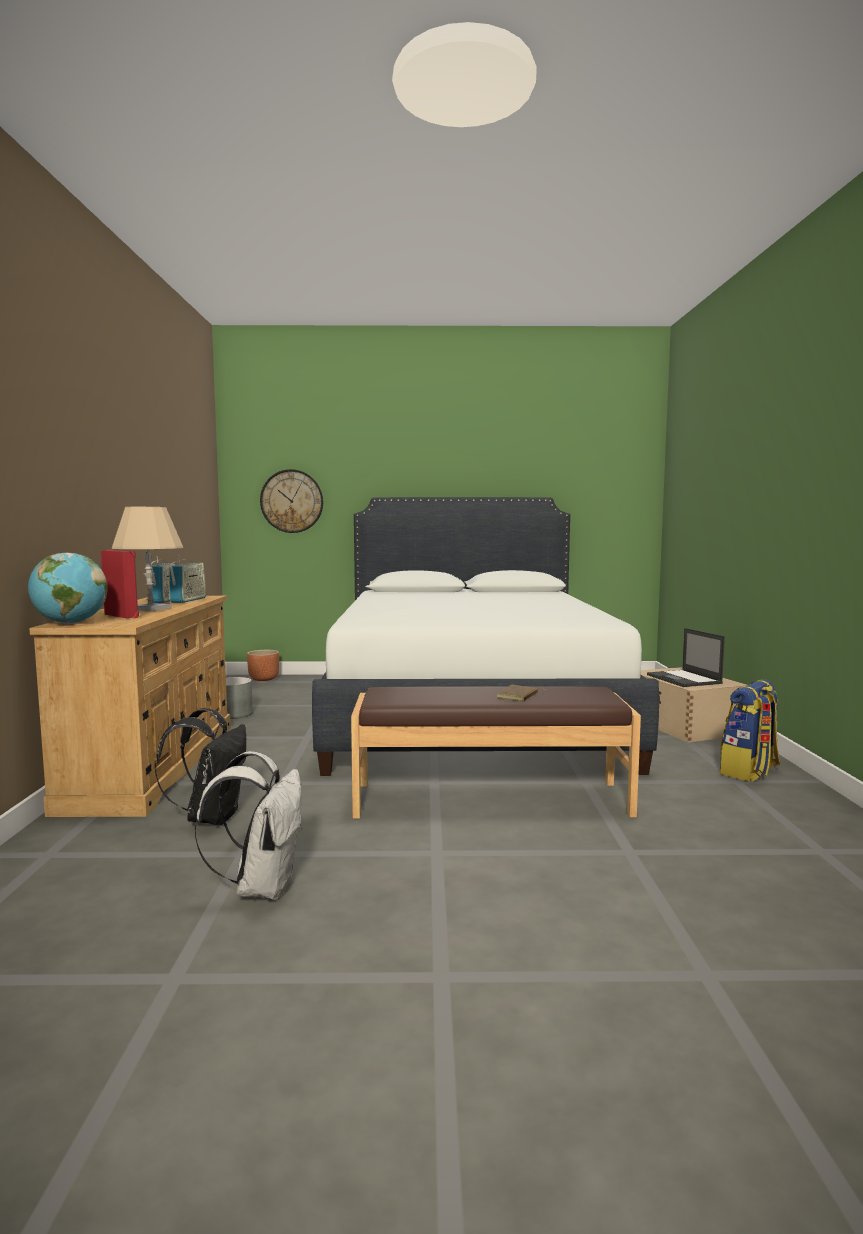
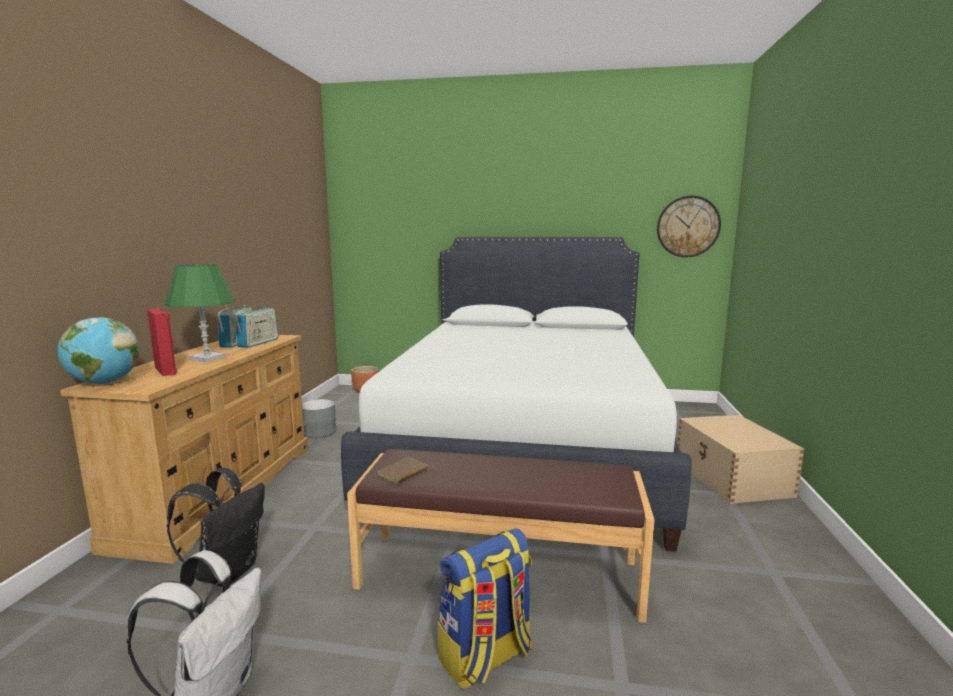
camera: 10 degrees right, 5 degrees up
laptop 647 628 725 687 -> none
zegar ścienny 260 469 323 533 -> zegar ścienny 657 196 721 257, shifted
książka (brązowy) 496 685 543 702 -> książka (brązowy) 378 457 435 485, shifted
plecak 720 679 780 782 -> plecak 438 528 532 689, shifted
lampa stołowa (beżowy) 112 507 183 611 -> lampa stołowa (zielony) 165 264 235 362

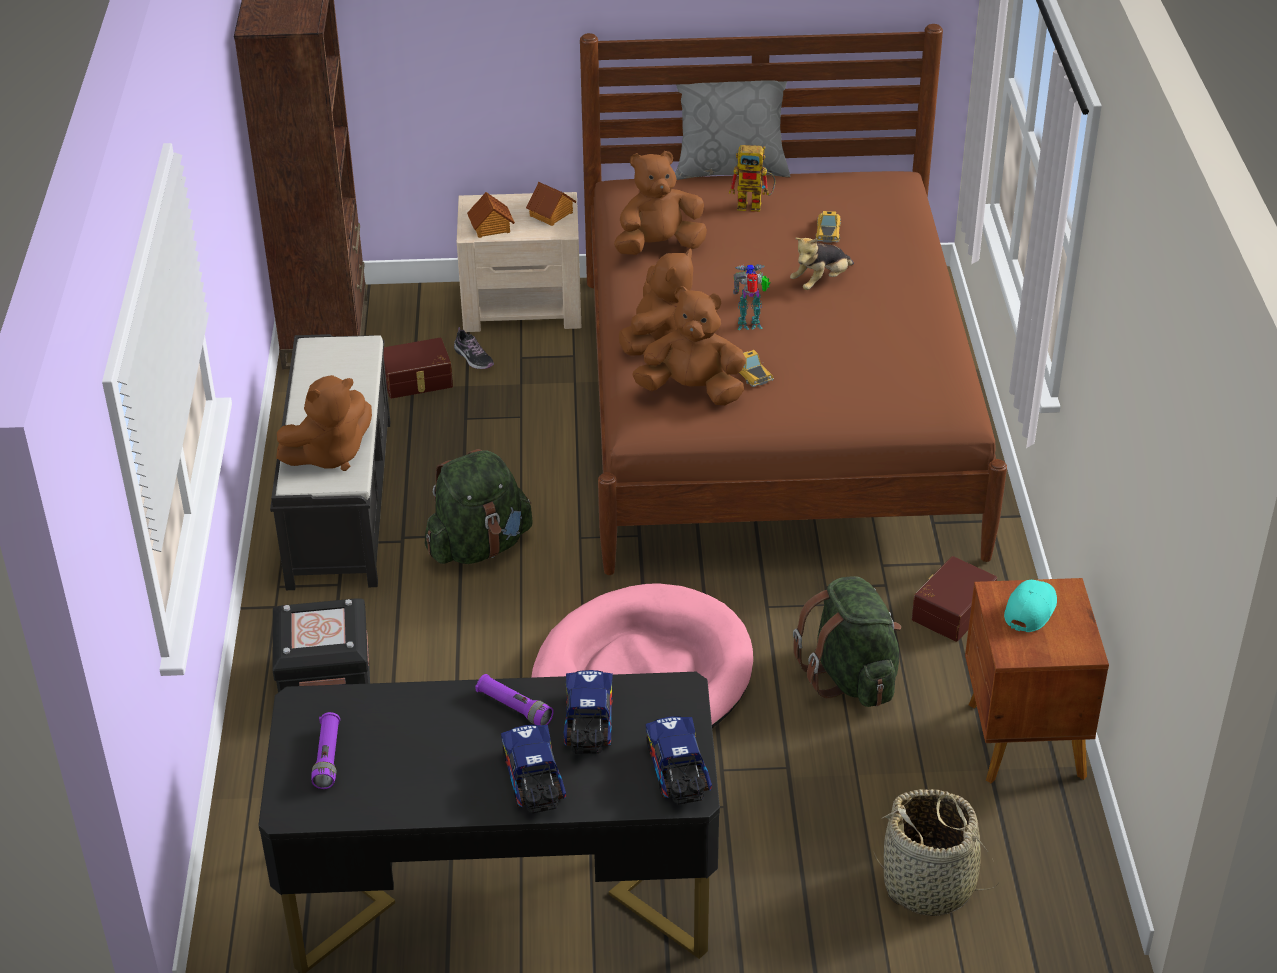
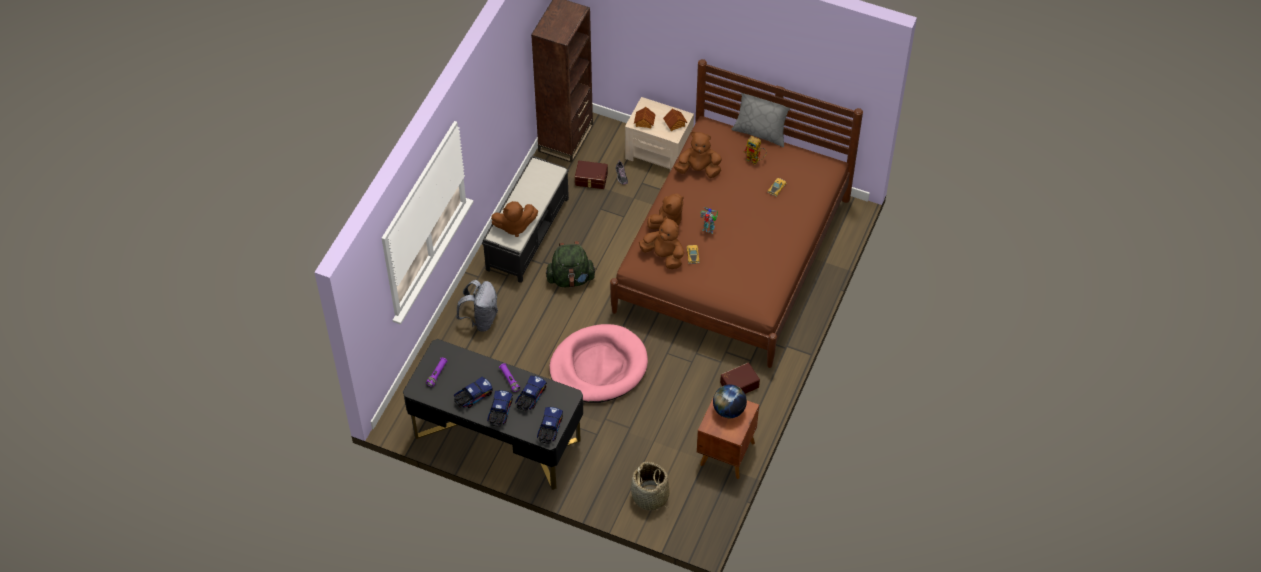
camera: 25 degrees right, 15 degrees up
pluszak 790 238 854 290 -> none
plecak (zielony) 793 576 901 707 -> none
none -> ciężarówka zabawkowa 454 377 493 408
pojemnik do przechowywania (czarny) 273 599 370 692 -> plecak (szary) 456 280 498 332
czapka z daszkiem (turkusowy) 1004 580 1057 632 -> globus 713 385 747 418

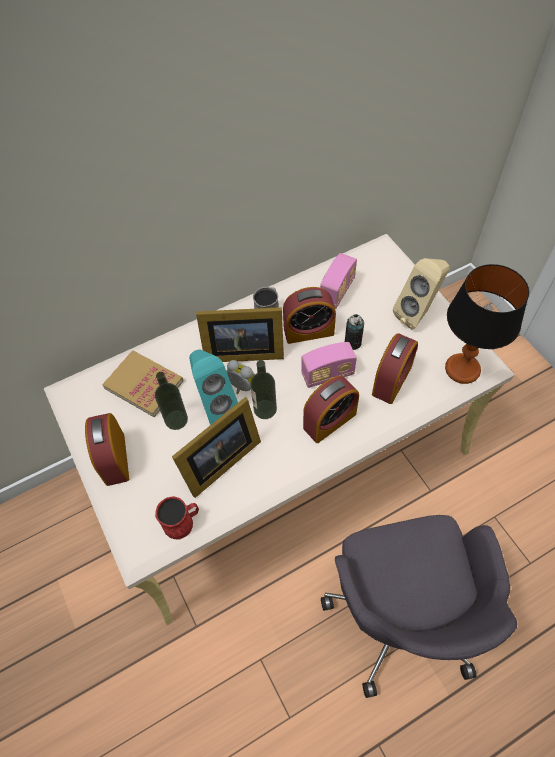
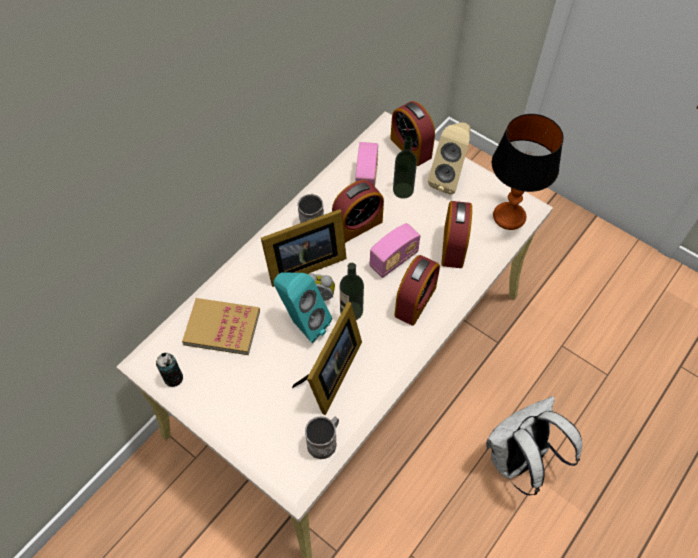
camera: 25 degrees left, 0 degrees up
budzik 85 413 129 486 -> budzik 390 101 435 166, shifted
butelka 155 372 188 430 -> butelka 393 136 417 199, shifted
puszka 345 314 364 350 -> puszka 156 353 183 387, shifted
krzesło biurowe (szary) 321 515 517 698 -> plecak (biały) 486 396 582 495
kubek (czerwony) 155 496 199 540 -> kubek (szary) 305 416 339 459

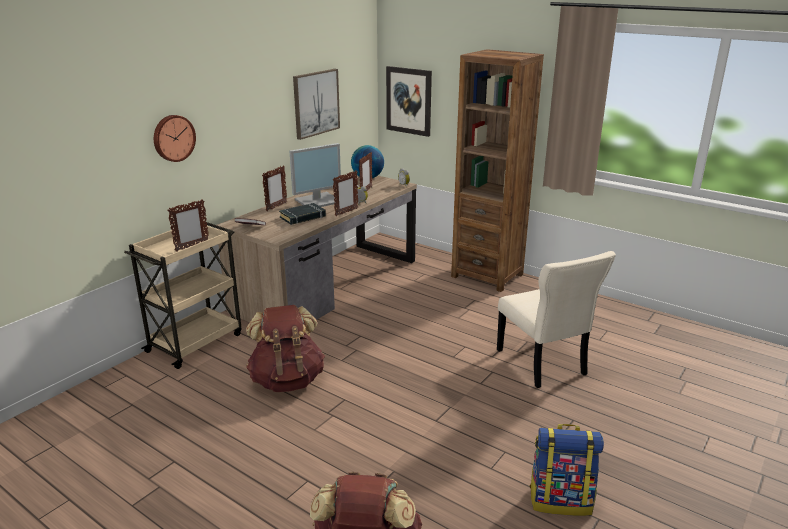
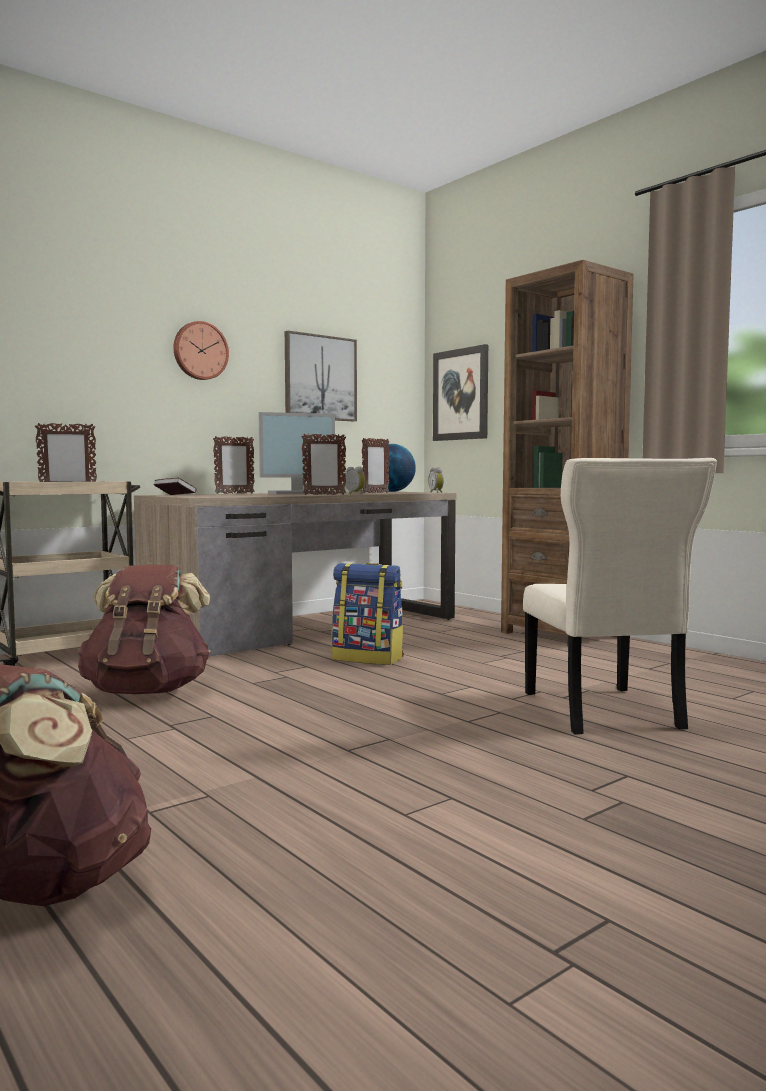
camera: 15 degrees right, 20 degrees down
książka (czarny) 279 203 326 225 -> none
zegar ścienny 154 115 196 162 -> zegar ścienny 173 321 229 380, shifted
plecak 529 424 604 516 -> plecak 332 563 404 665, shifted

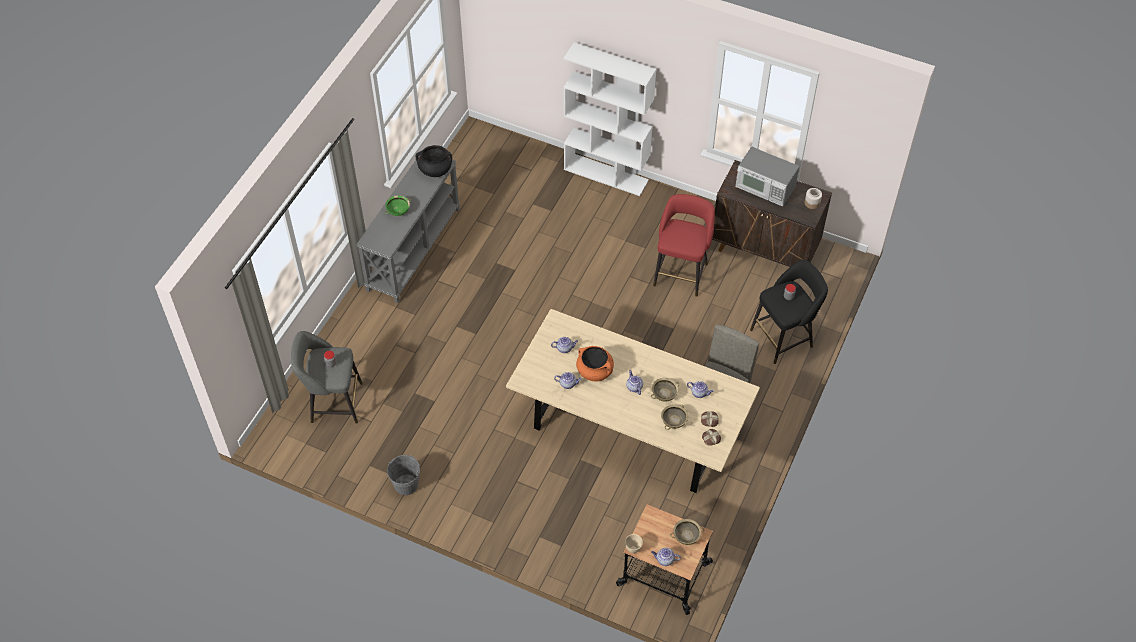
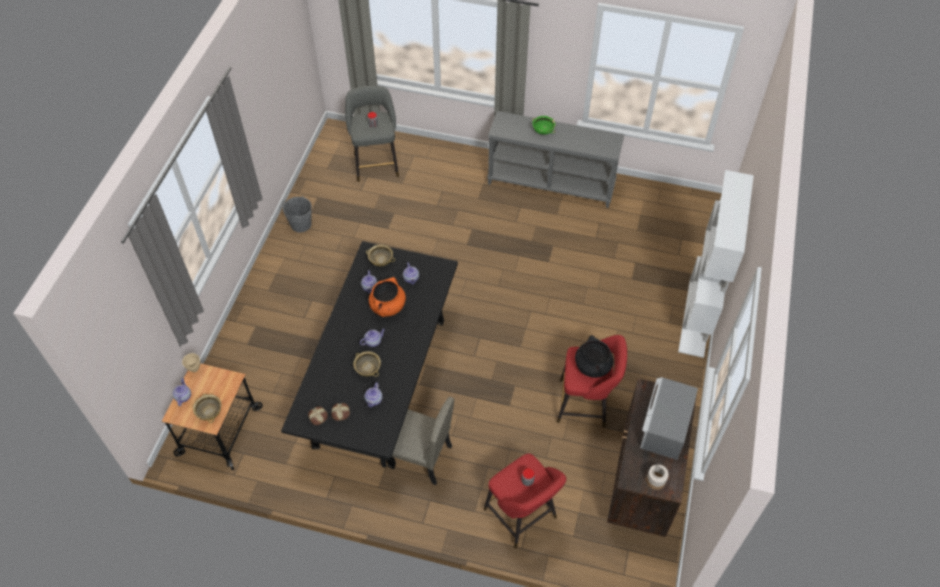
camera: 80 degrees right, 0 degrees up
garnek (czarny) 416 145 452 177 -> garnek (czarny) 575 335 613 378, shifted
miska (beżowy) 661 404 688 430 -> miska (beżowy) 366 245 395 266, shifted
stół jadalny (beżowy) 506 309 760 493 -> stół jadalny (czarny) 281 241 458 469
stołek (czarny) 750 260 828 364 -> stołek (czerwony) 484 453 566 548

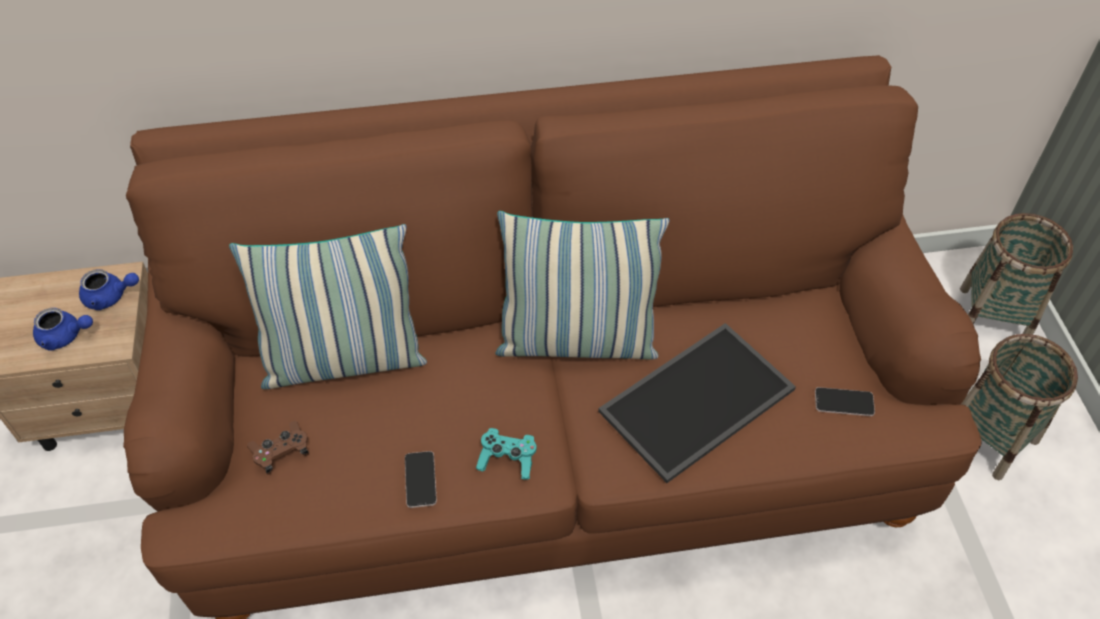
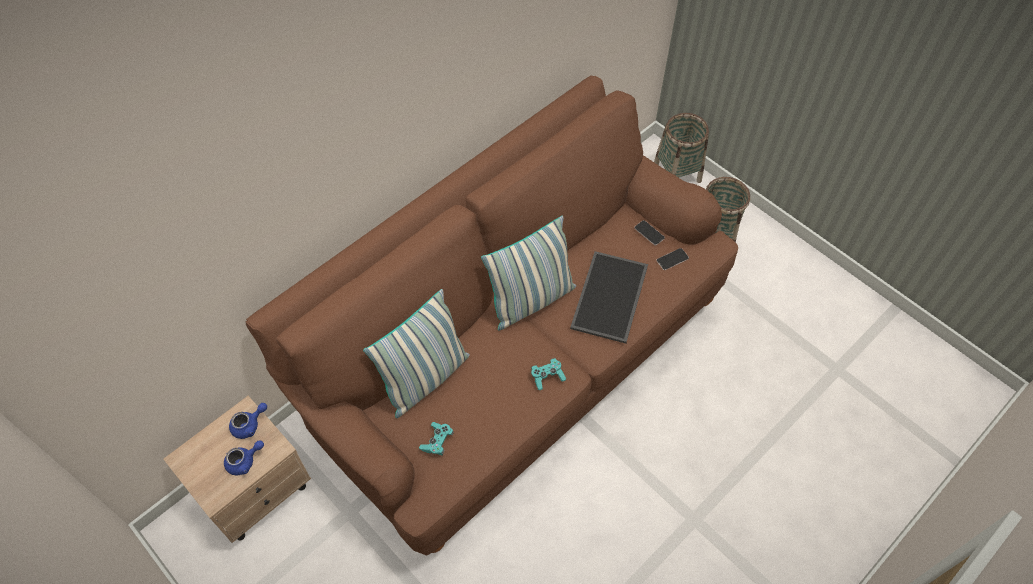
camera: 35 degrees left, 5 degrees up
telefon 405 451 437 508 -> telefon 634 220 665 245, shifted
pad do gier (brązowy) 247 421 309 475 -> pad do gier (turkusowy) 419 422 454 456

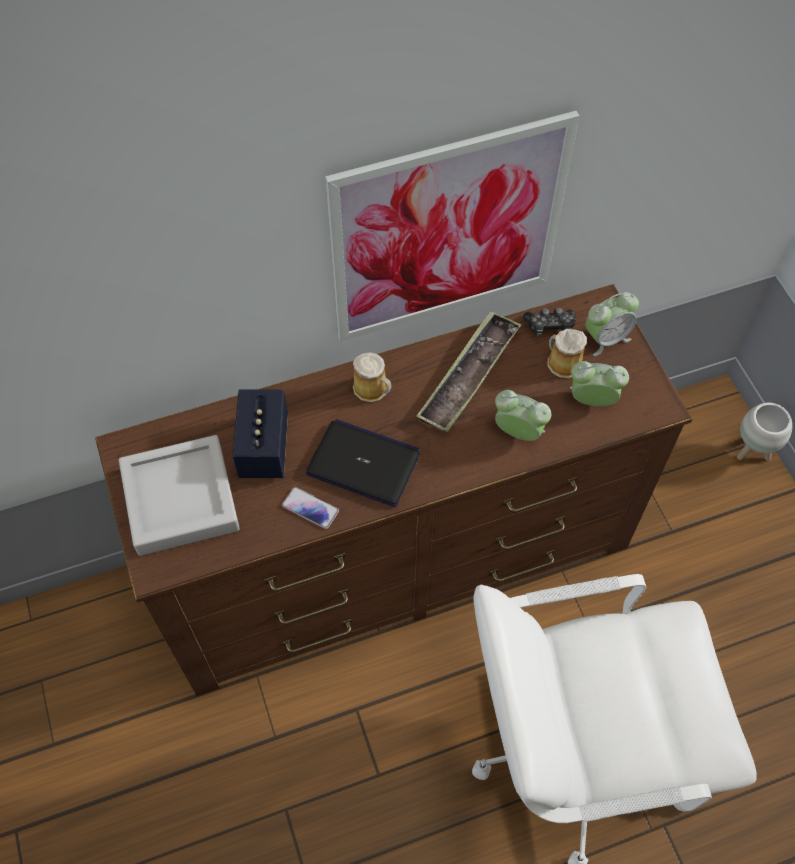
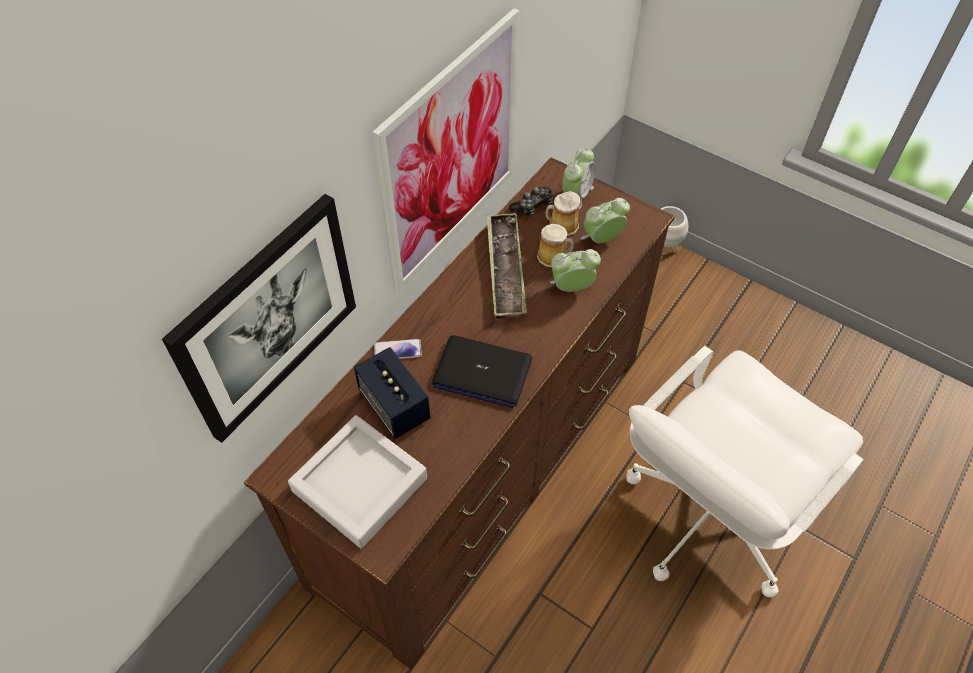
camera: 35 degrees left, 5 degrees down
none -> obraz 162 194 356 443
telefon 282 487 339 529 -> telefon 374 339 422 359, shifted
kubek 353 353 392 402 -> kubek 537 224 574 267, shifted
laptop 306 419 420 507 -> laptop 432 335 532 408, 150 degrees counterclockwise

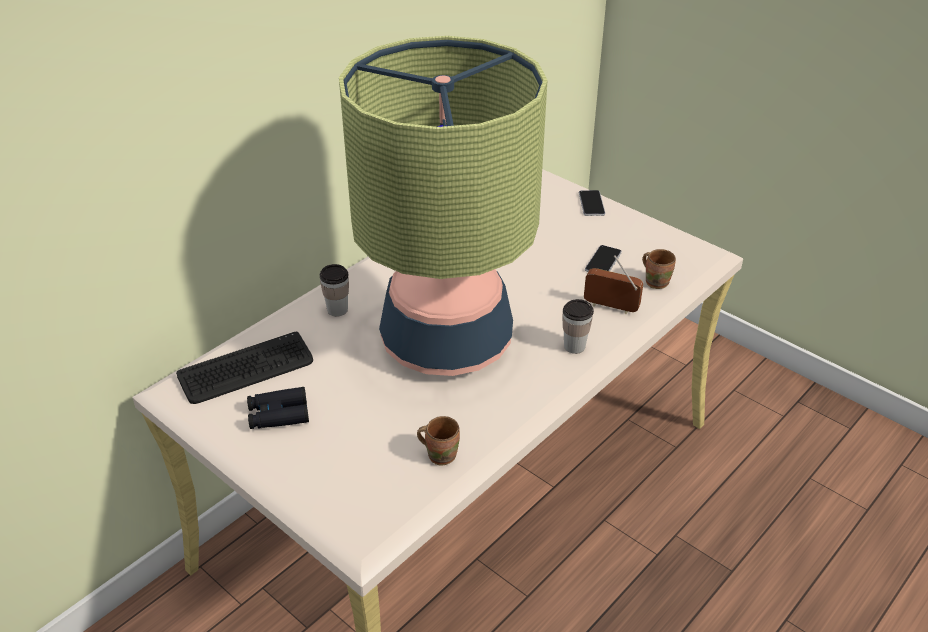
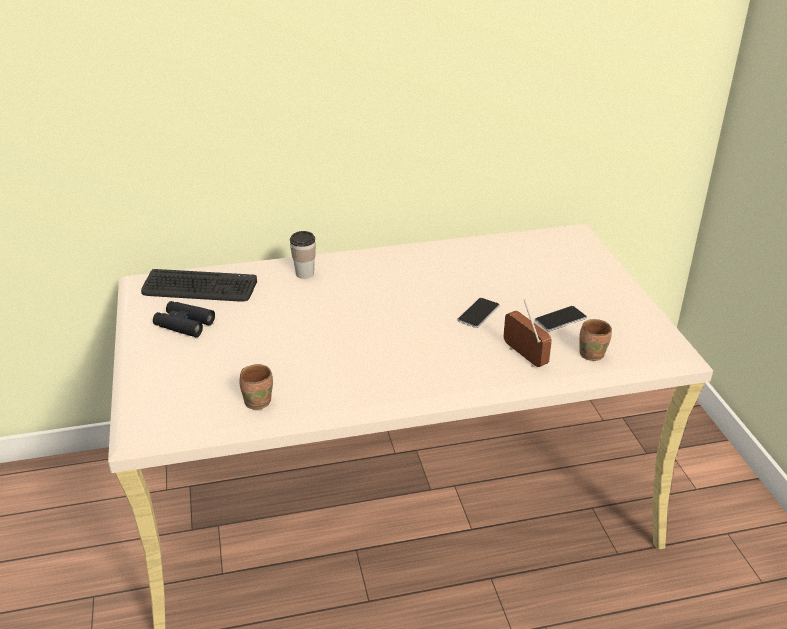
camera: 35 degrees right, 5 degrees down
lampa stołowa 339 36 547 376 -> none
filiżanka 562 299 594 354 -> none
telefon 579 190 605 216 -> telefon 457 298 500 328, shifted

